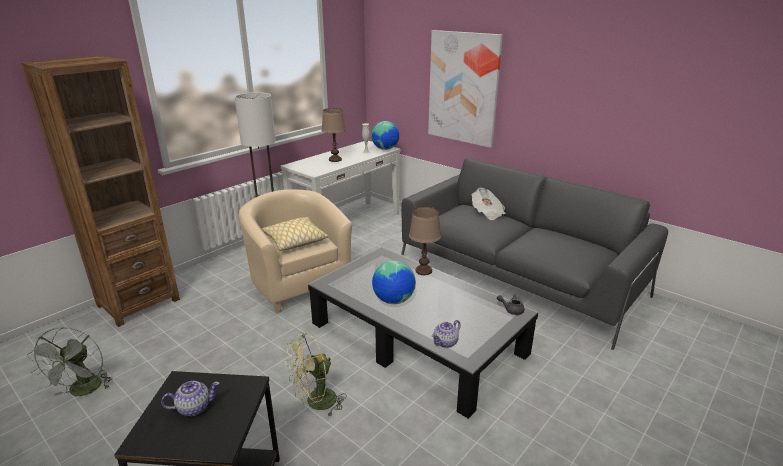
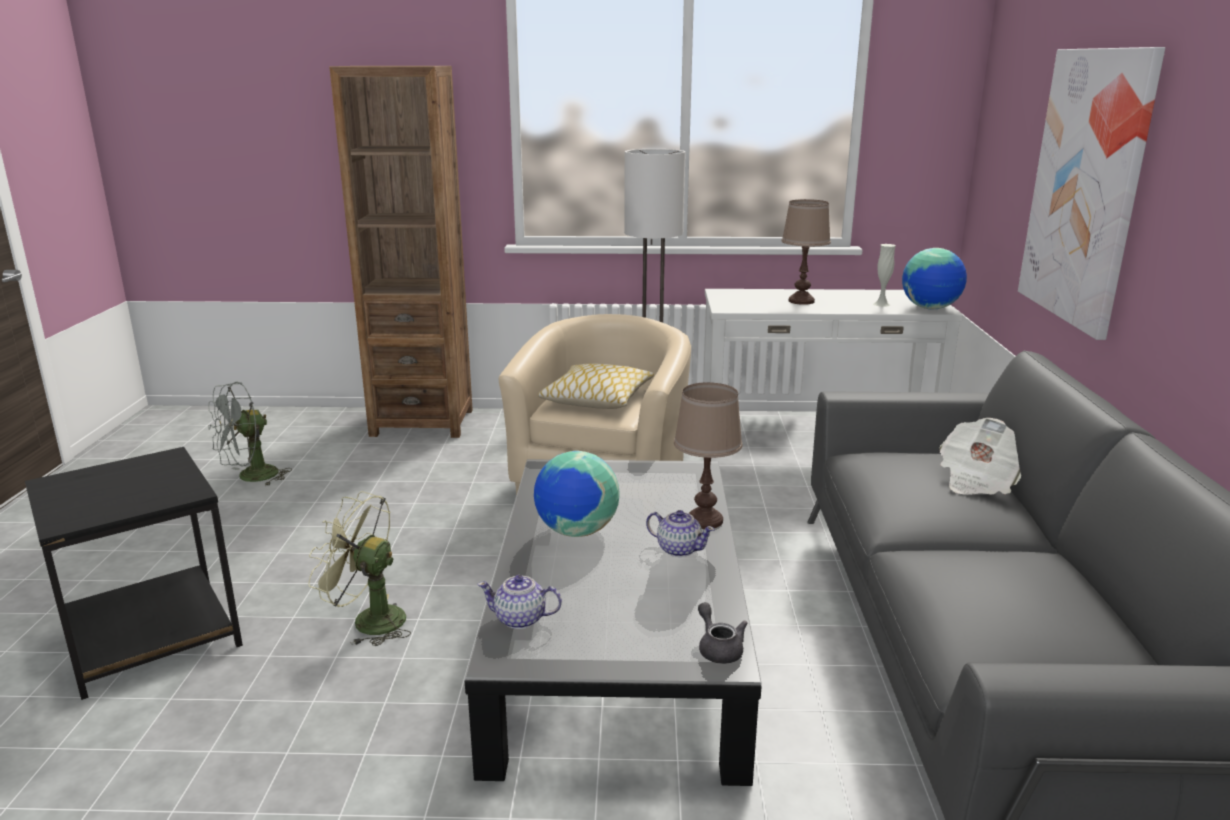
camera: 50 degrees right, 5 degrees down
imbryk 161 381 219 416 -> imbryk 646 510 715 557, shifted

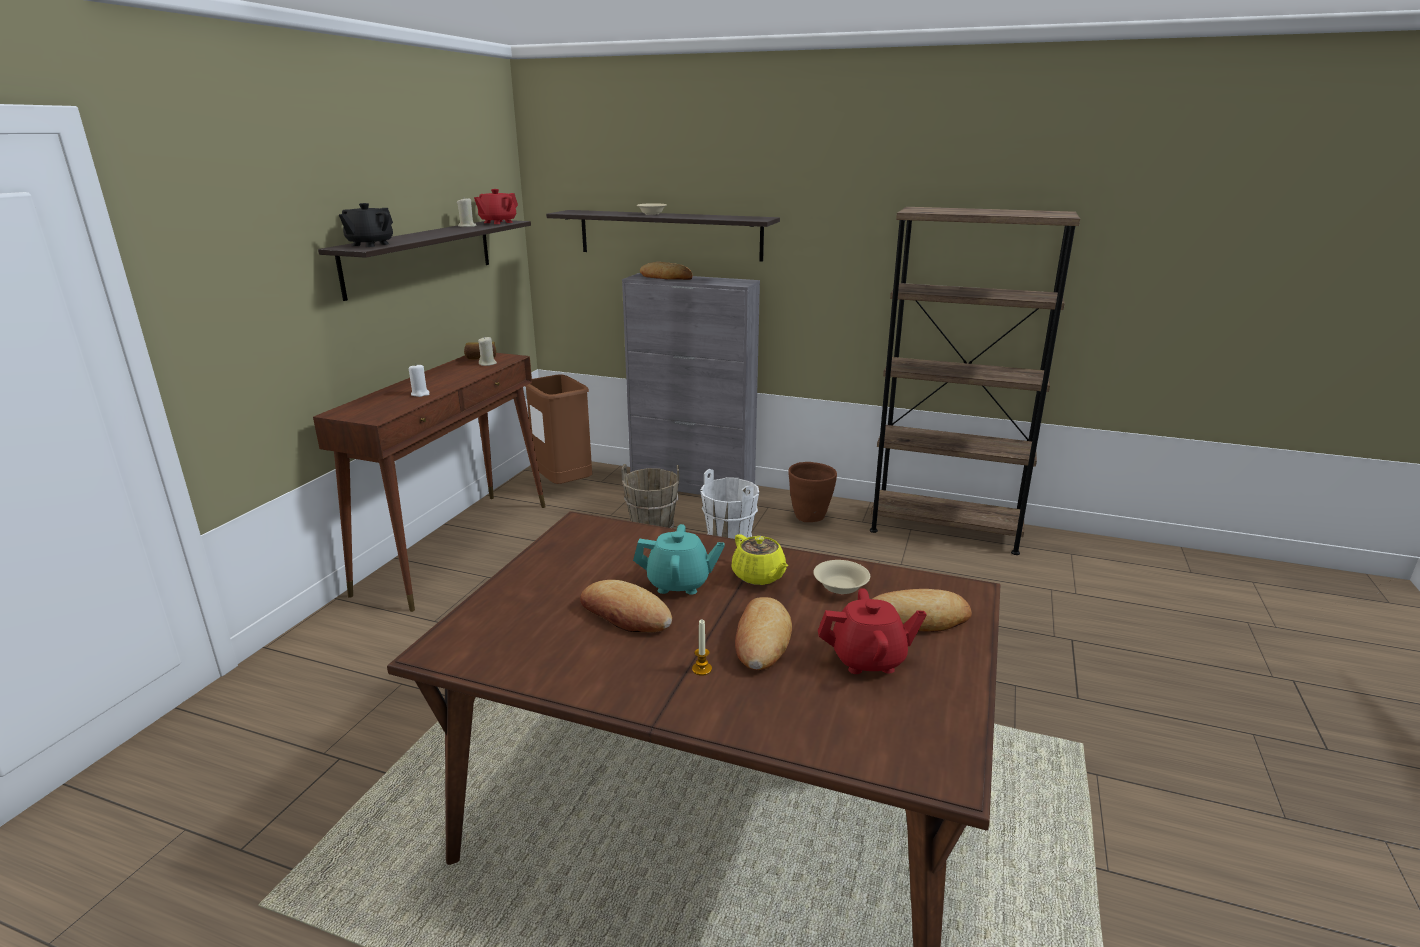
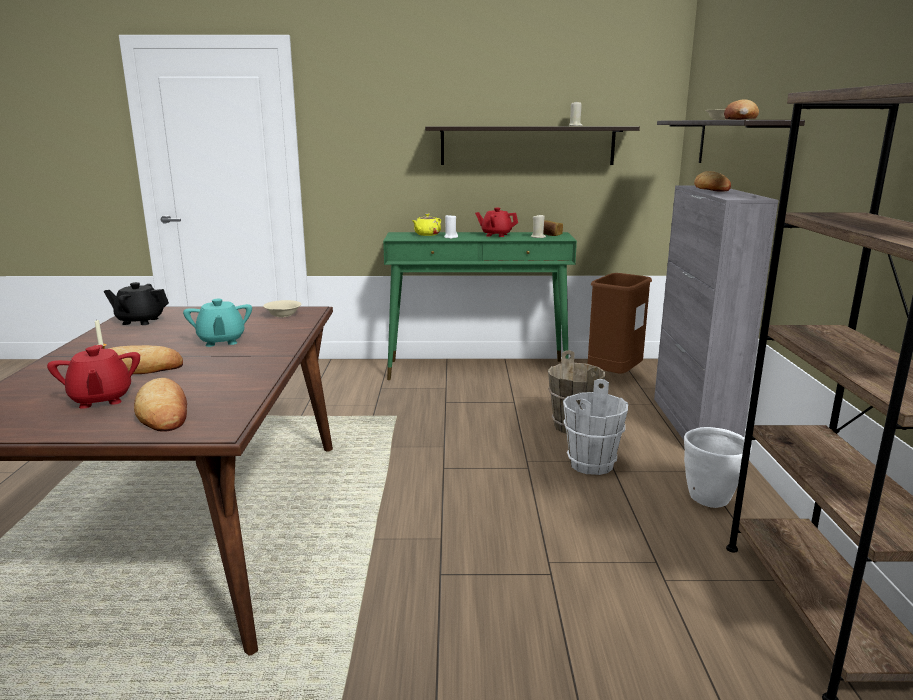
camera: 70 degrees right, 5 degrees down
imbryk (czarny) 339 203 393 247 -> imbryk (czarny) 104 282 169 325, shifted
imbryk (czerwony) 474 189 518 224 -> imbryk (czerwony) 475 208 518 237, shifted
chleb 580 580 672 633 -> chleb 724 99 759 120, shifted
imbryk (żółty) 732 534 788 585 -> imbryk (żółty) 412 213 441 236, shifted
miska (beżowy) 813 560 870 594 -> miska (beżowy) 263 300 301 317, shifted
stolik konsolowy (brązowy) 313 353 545 612 -> stolik konsolowy (zielony) 383 232 577 380
donica (brązowy) 788 462 837 522 -> donica (biały) 684 427 752 508

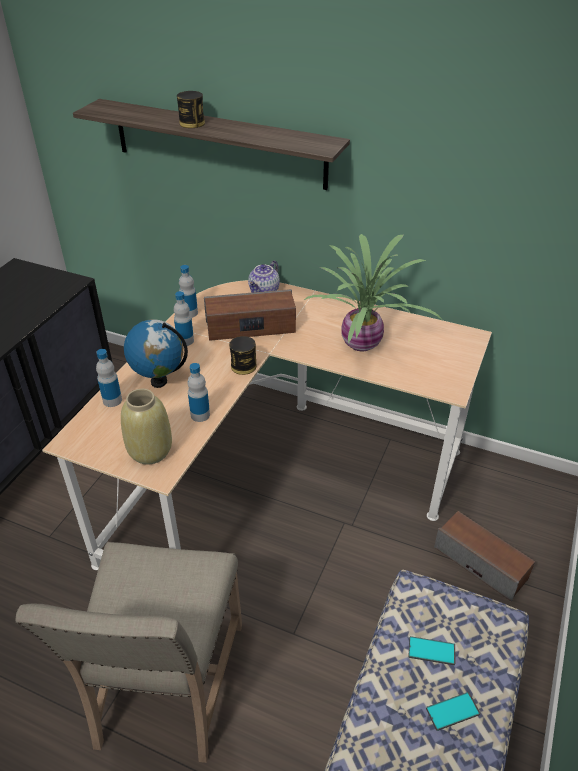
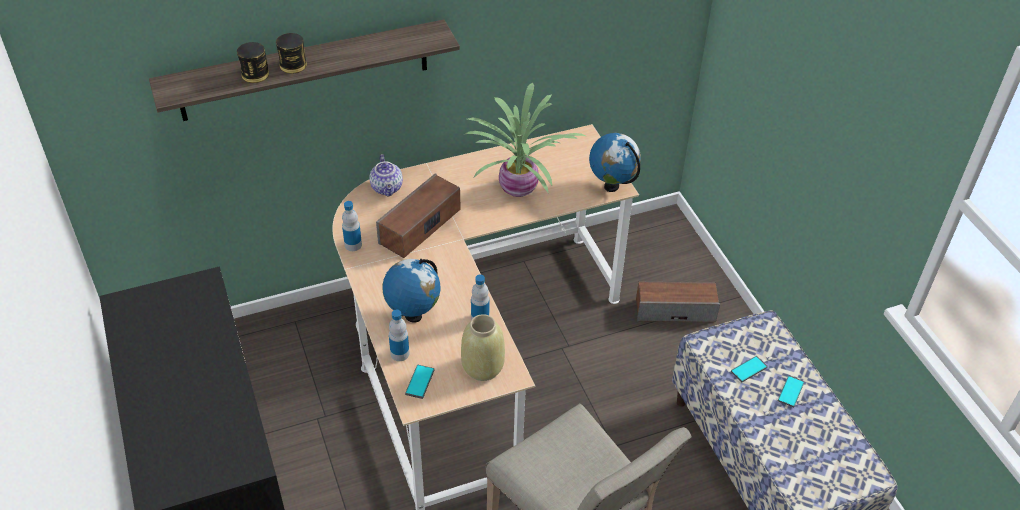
camera: 45 degrees left, 5 degrees up
butelka 174 291 194 346 -> none
none -> telefon 405 365 434 399
none -> globus 589 133 641 192
puszka 229 336 256 375 -> puszka 237 42 269 83, shifted

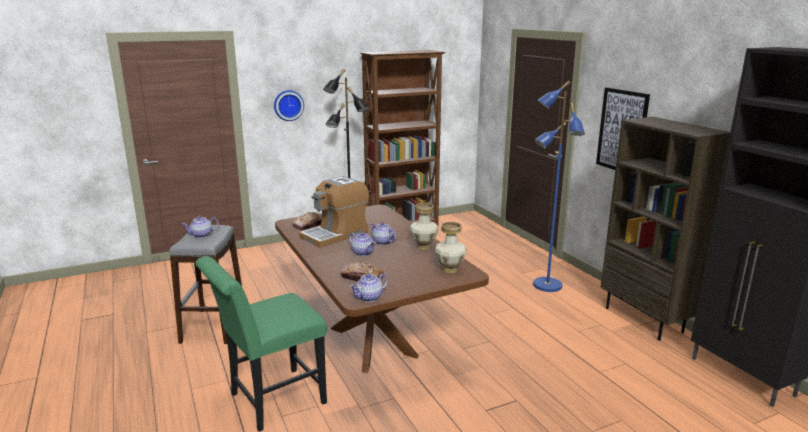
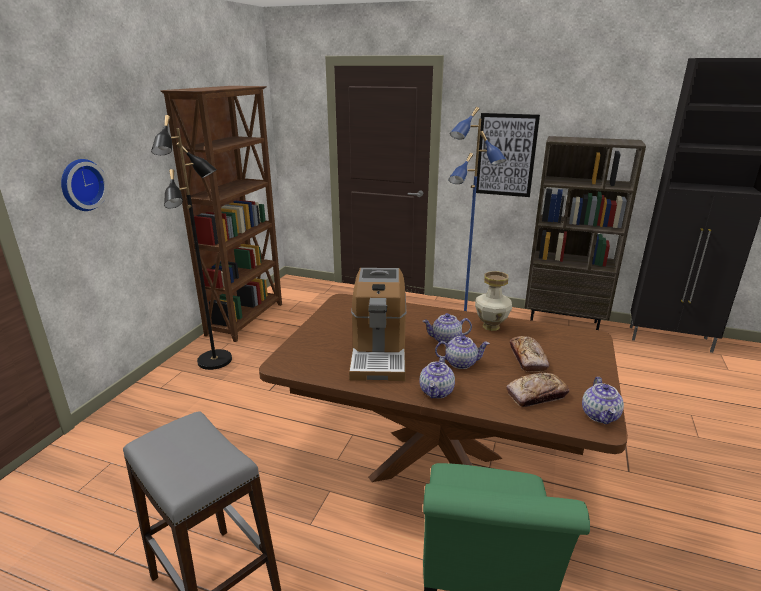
camera: 45 degrees left, 5 degrees up
wazon 435 222 466 273 -> none
imbryk 182 216 219 238 -> imbryk 420 356 455 398, shifted
chleb 292 212 322 231 -> chleb 510 336 550 372, shifted

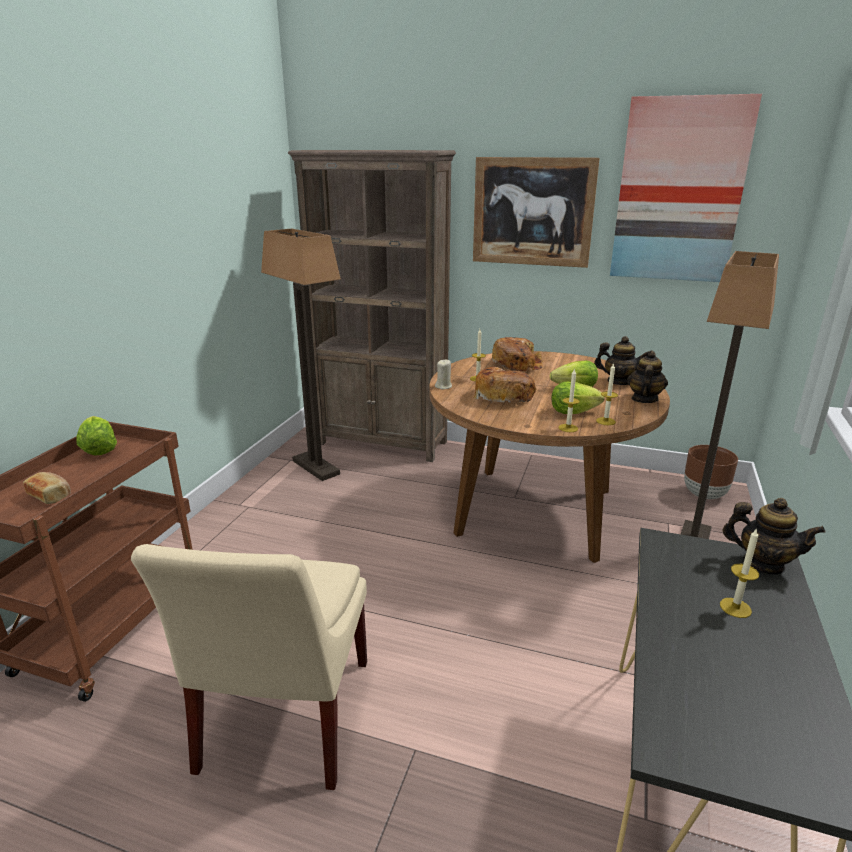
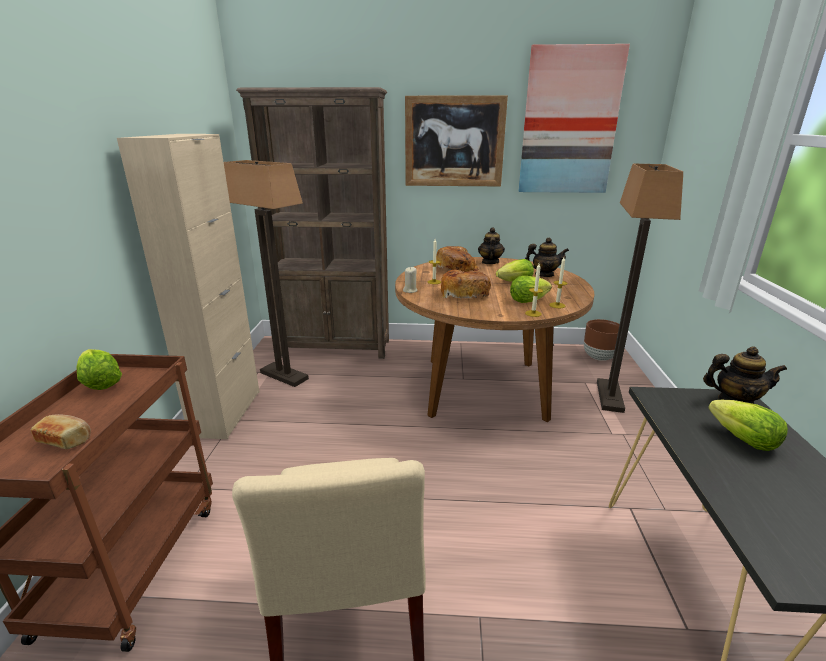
camera: 15 degrees left, 0 degrees up
none -> szafka (beżowy) 117 134 259 439
imbryk 627 351 668 403 -> imbryk 478 227 505 264, shifted
świeca 720 528 759 618 -> sałata 708 400 788 451

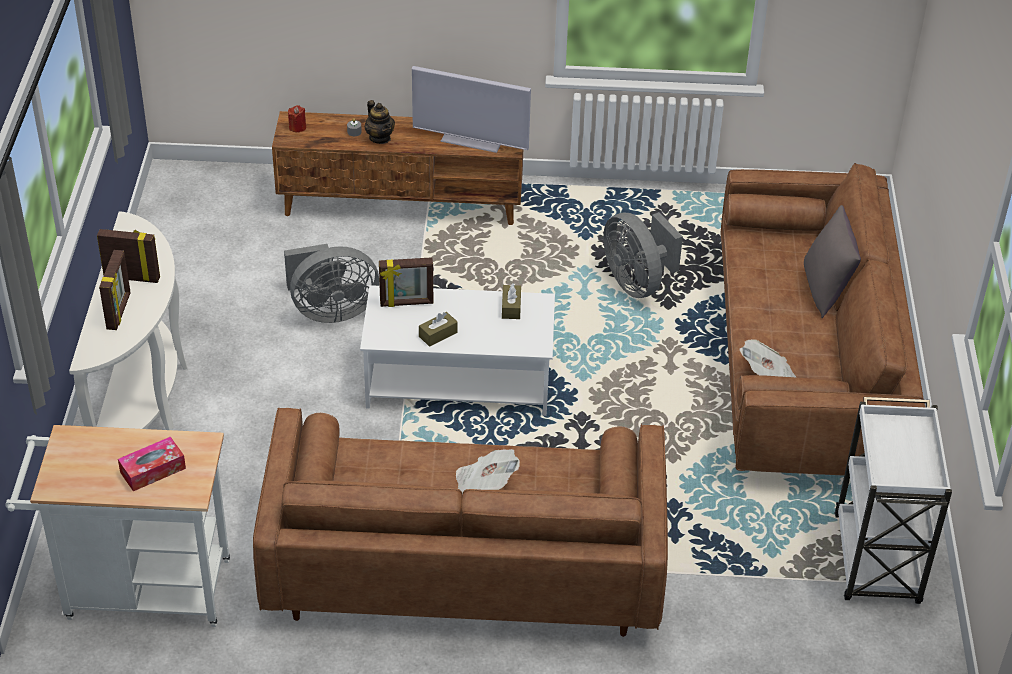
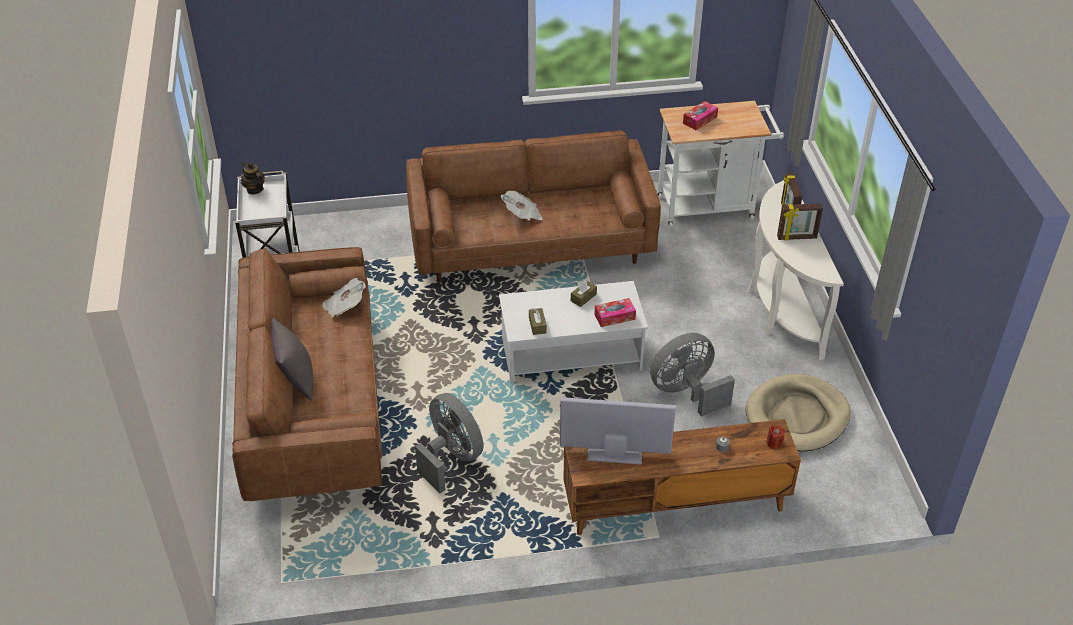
camera: 170 degrees right, 0 degrees up
none -> legowisko (beżowy) 746 374 851 451
imbryk 365 100 395 144 -> imbryk 241 162 265 194, shifted
ramka na zdjęcie 379 257 433 307 -> pudełko chusteczek 594 298 636 327

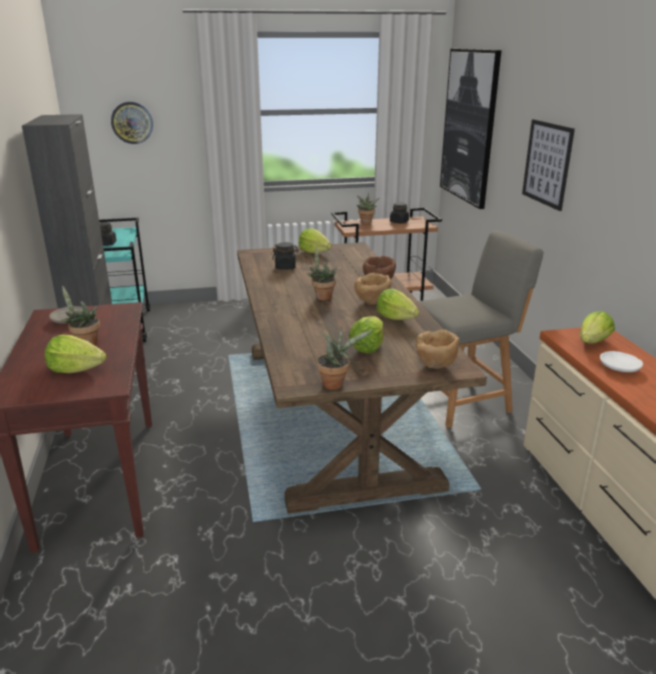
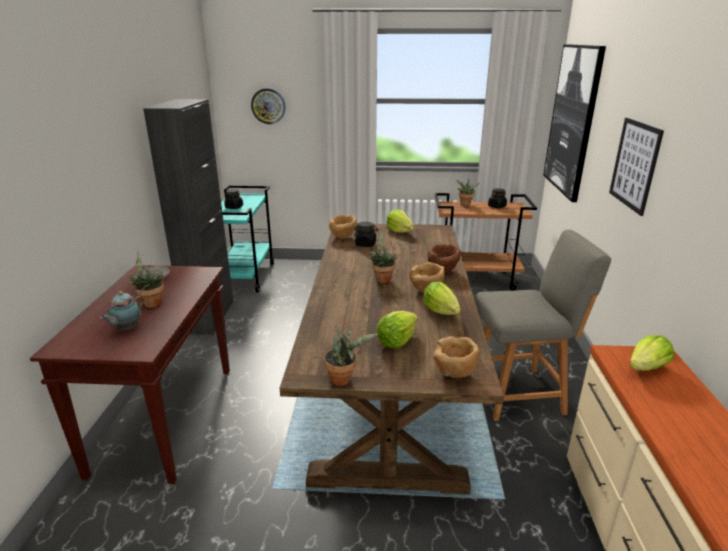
camera: 15 degrees right, 0 degrees up
talerz (biały) 600 351 643 372 -> none
none -> miska (brązowy) 329 215 357 239
sałata 45 335 106 373 -> imbryk 100 291 144 330

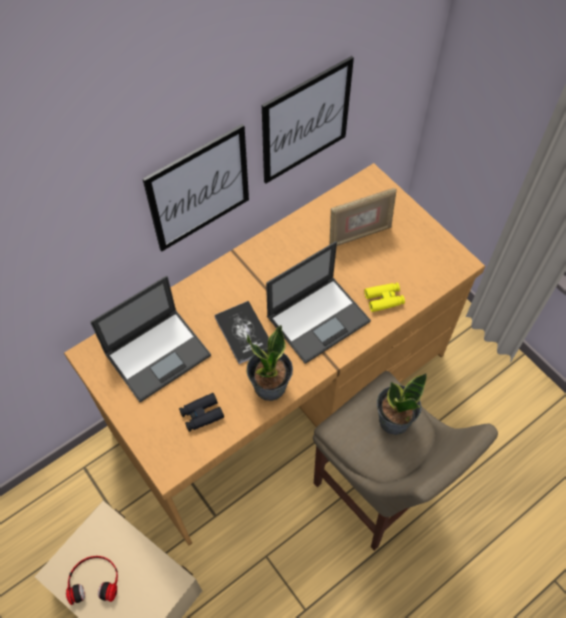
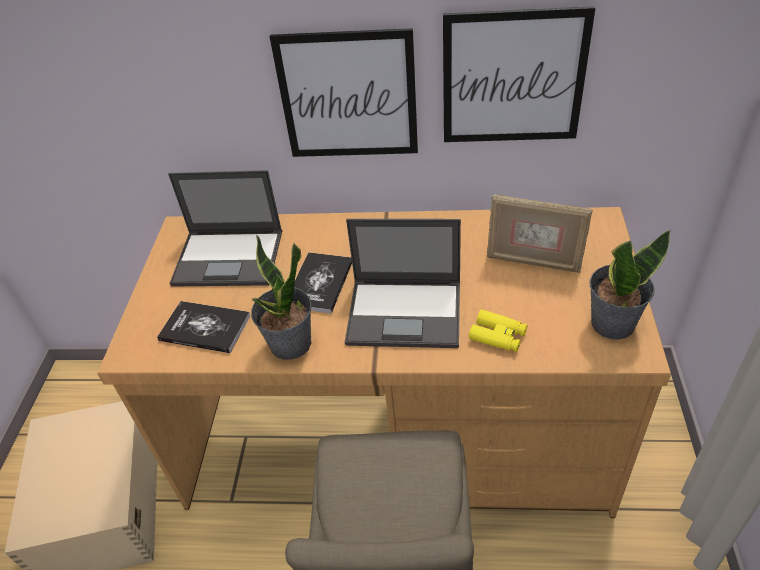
camera: 45 degrees right, 15 degrees down
słuchawki 66 556 118 605 -> none
roślina doniczkowa 377 373 427 435 -> roślina doniczkowa 590 230 671 340, shifted
lornetka (czarny) 179 393 224 432 -> książka 157 301 250 353

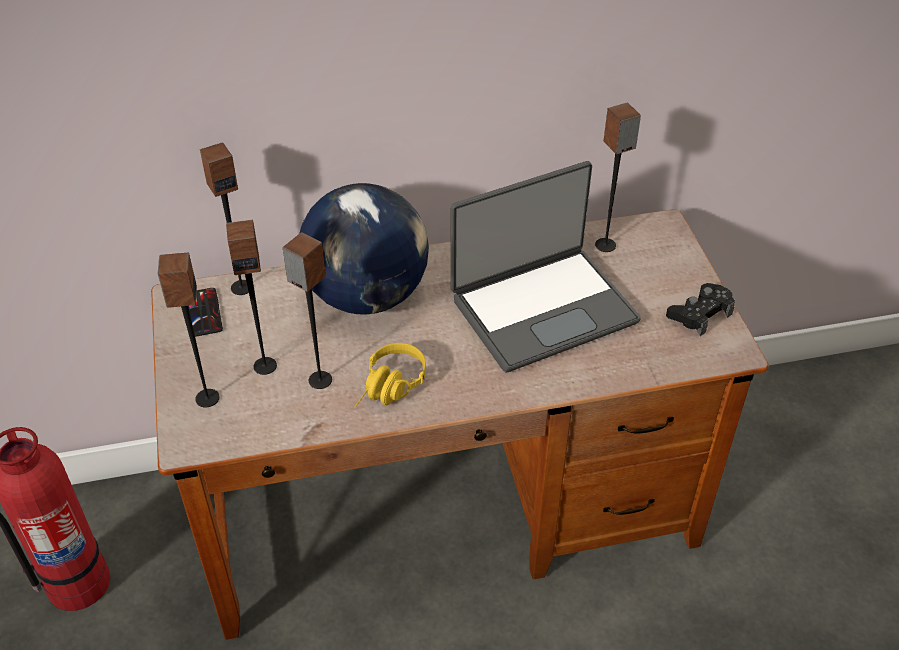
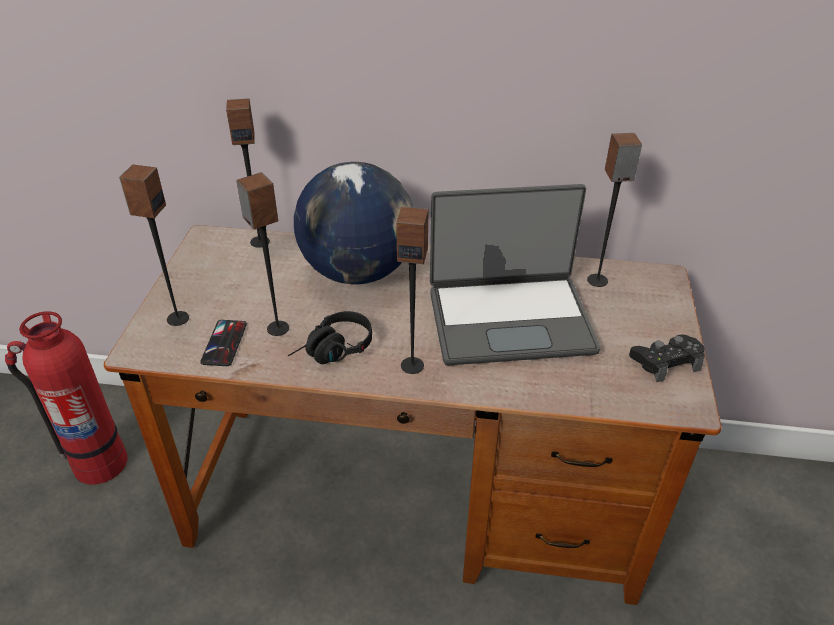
camera: 20 degrees right, 5 degrees down
telefon 188 288 223 337 -> telefon 200 320 247 366, shifted
głośnik 226 220 277 375 -> głośnik 396 207 428 374, shifted
słuchawki (żółty) 355 343 426 407 -> słuchawki (czarny) 288 311 372 364

